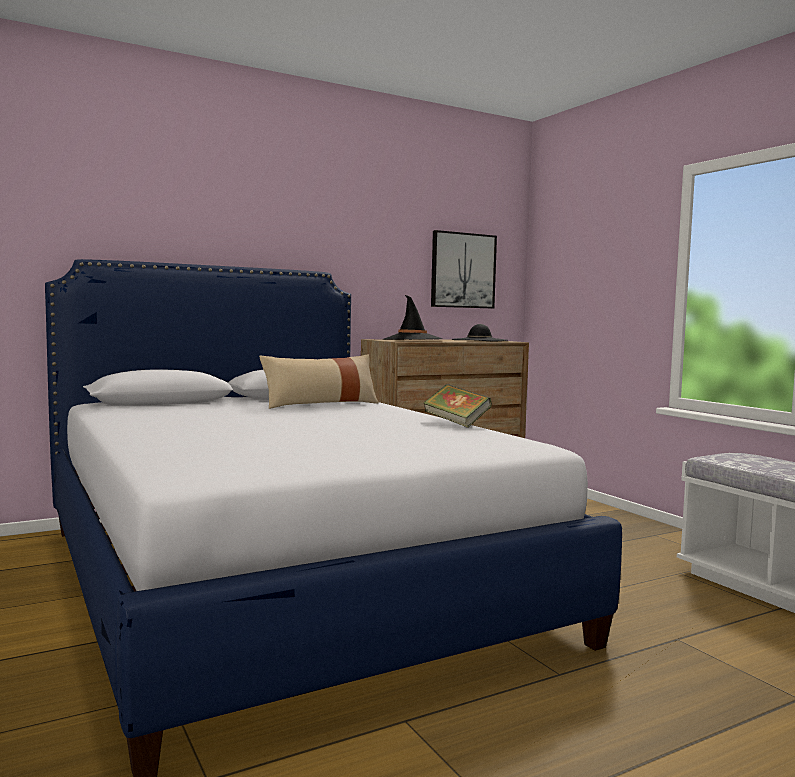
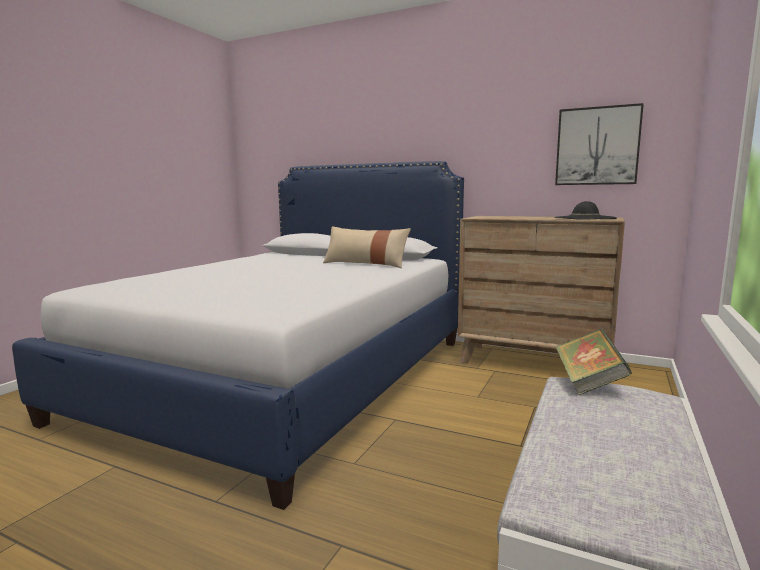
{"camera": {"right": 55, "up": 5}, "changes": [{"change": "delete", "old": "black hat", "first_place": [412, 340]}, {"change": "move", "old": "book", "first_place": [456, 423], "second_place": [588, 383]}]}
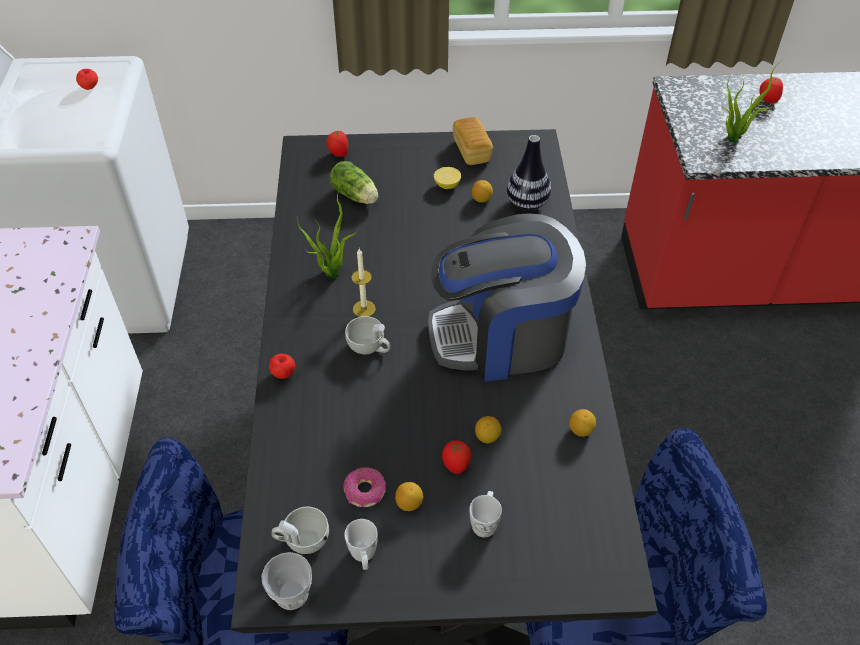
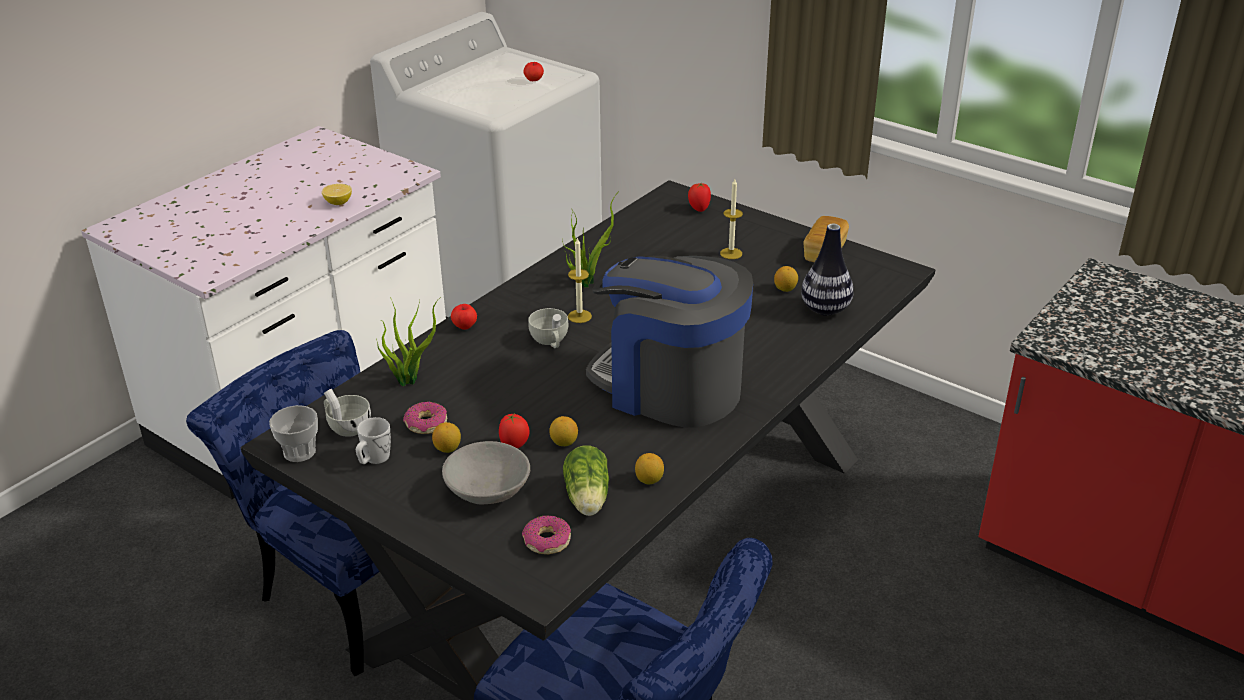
{"camera": {"right": 40, "up": -15}, "changes": [{"change": "move", "old": "lettuce", "first_place": [356, 196], "second_place": [587, 499]}, {"change": "move", "old": "lemon", "first_place": [447, 185], "second_place": [338, 202]}, {"change": "replace", "old": "white mug", "new": "grey bowl", "first_place": [485, 522], "second_place": [487, 491]}, {"change": "move", "old": "potted plant", "first_place": [733, 137], "second_place": [410, 380]}, {"change": "delete", "old": "tomato", "first_place": [767, 100]}, {"change": "insert", "new": "donut", "second_place": [547, 541]}, {"change": "insert", "new": "candle", "second_place": [731, 253]}]}
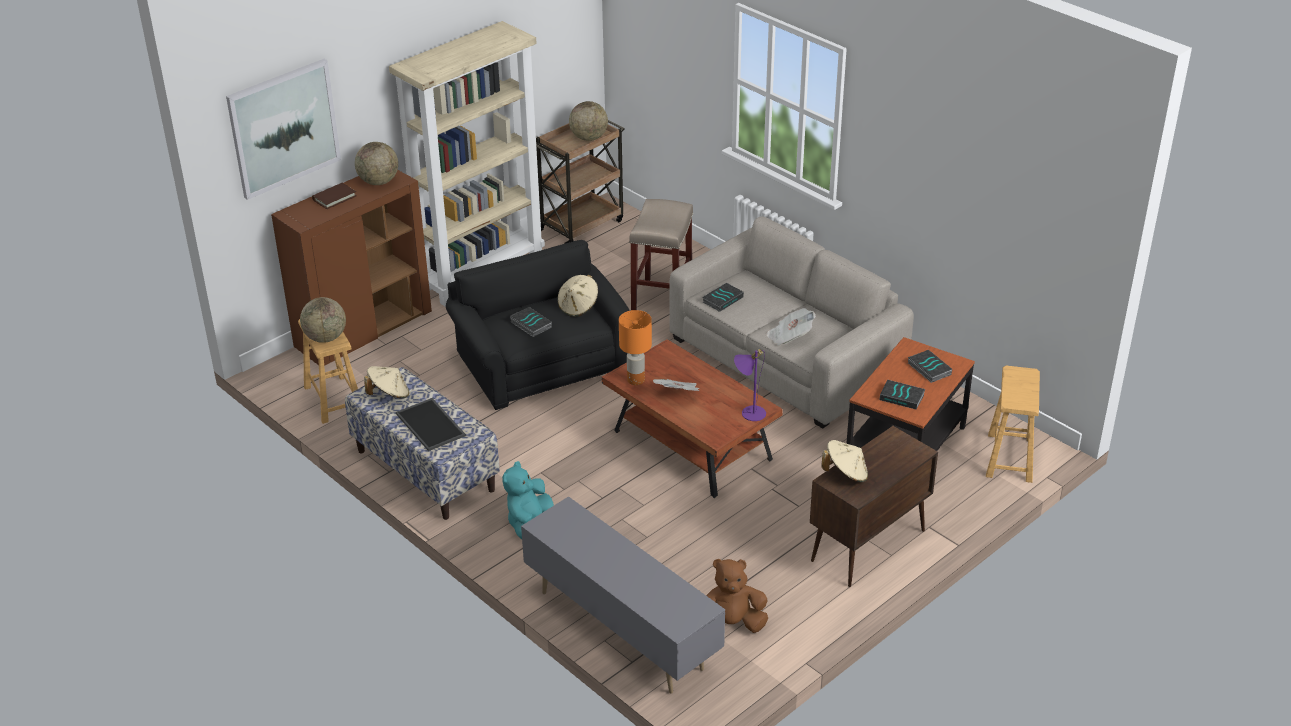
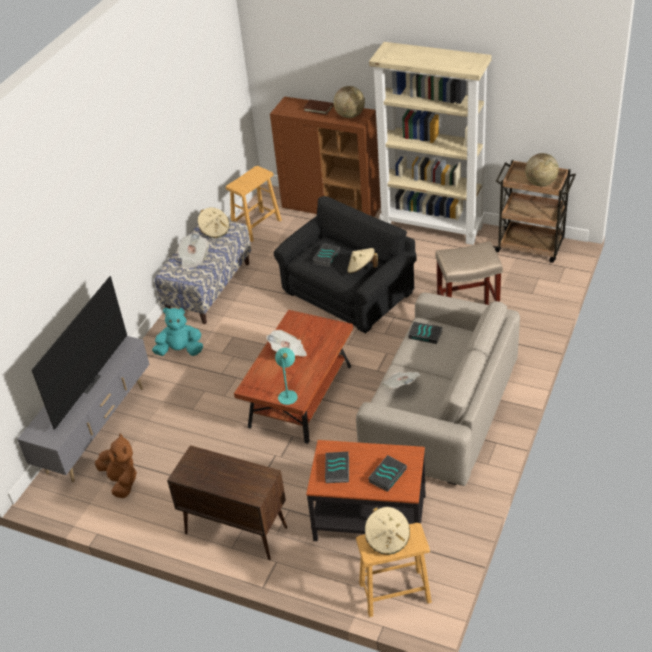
{"camera": {"right": 70, "up": 5}, "changes": [{"change": "delete", "old": "picture", "first_place": [284, 128]}, {"change": "delete", "old": "globe", "first_place": [325, 338]}, {"change": "replace", "old": "tray", "new": "newspaper", "first_place": [431, 424], "second_place": [193, 258]}, {"change": "delete", "old": "orange table lamp", "first_place": [636, 380]}, {"change": "recolor", "old": "purple table lamp", "new": "turquoise table lamp", "first_place": [749, 411], "second_place": [288, 394]}, {"change": "move", "old": "beige hat", "first_place": [846, 473], "second_place": [387, 539]}, {"change": "insert", "new": "television", "second_place": [87, 382]}]}
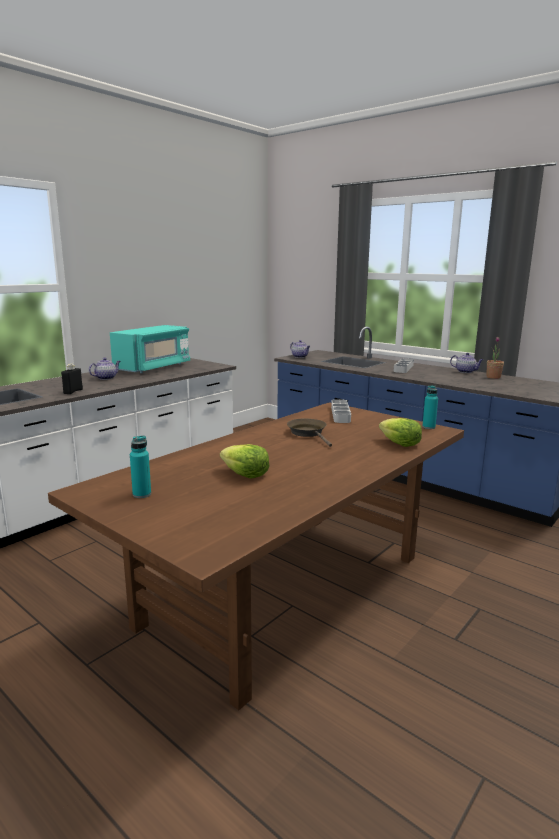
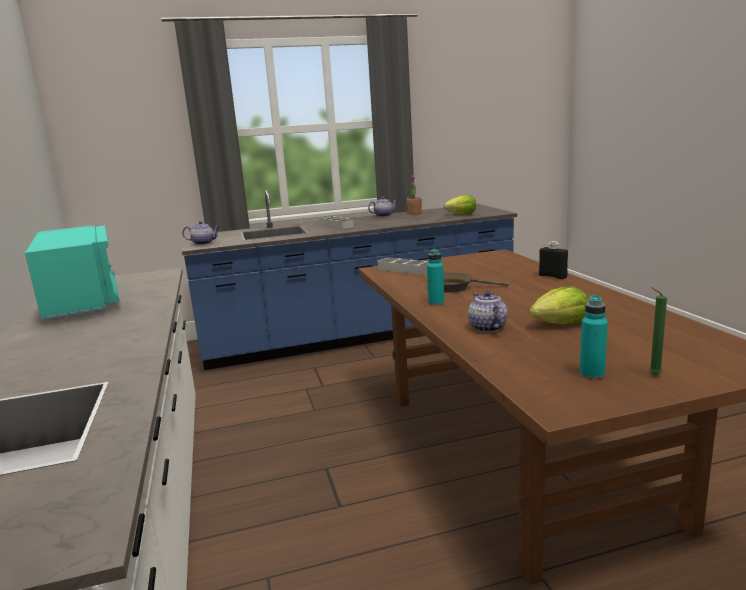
{"camera": {"right": -55, "up": 0}, "changes": [{"change": "move", "old": "black bottle", "first_place": [73, 391], "second_place": [552, 276]}, {"change": "move", "old": "teapot", "first_place": [106, 378], "second_place": [486, 327]}, {"change": "move", "old": "lettuce", "first_place": [399, 444], "second_place": [462, 214]}, {"change": "move", "old": "turquoise bottle", "first_place": [428, 427], "second_place": [436, 303]}, {"change": "insert", "new": "green candle", "second_place": [652, 374]}]}
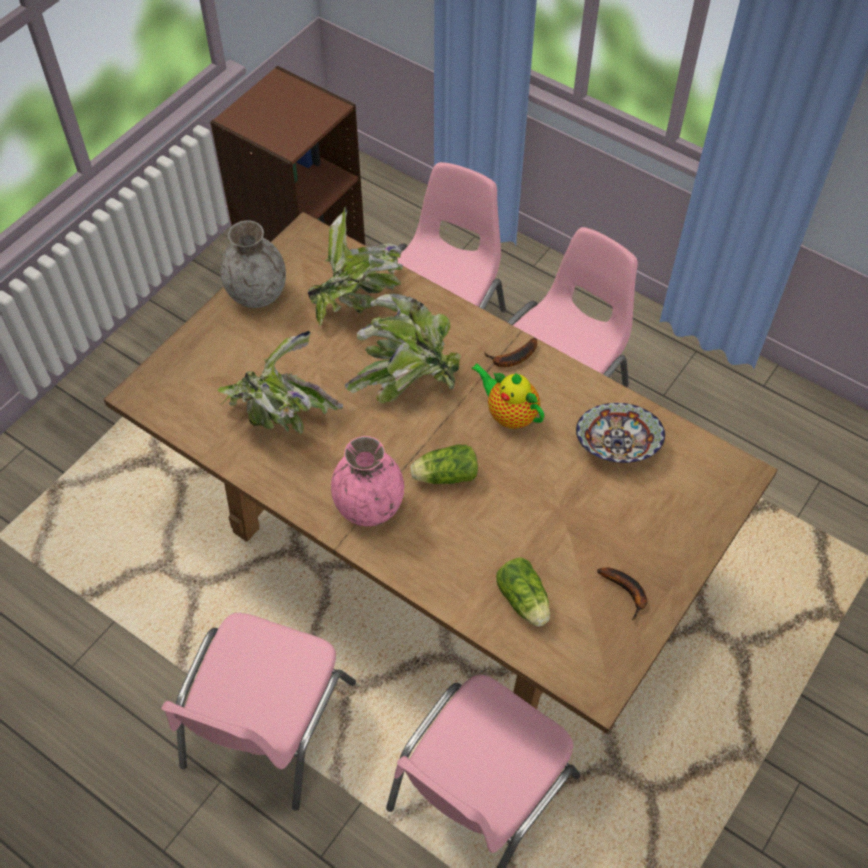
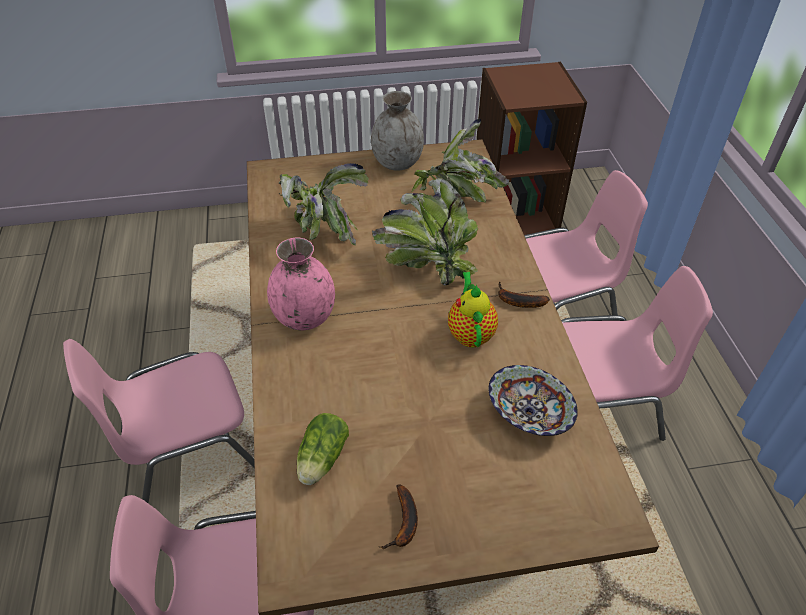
{"camera": {"right": 45, "up": -10}, "changes": [{"change": "delete", "old": "lettuce", "first_place": [443, 475]}]}
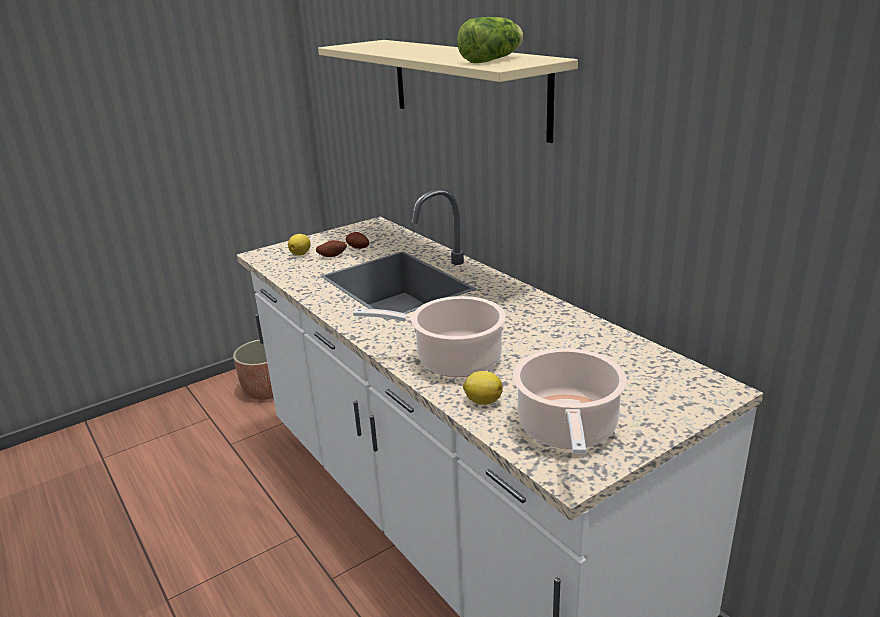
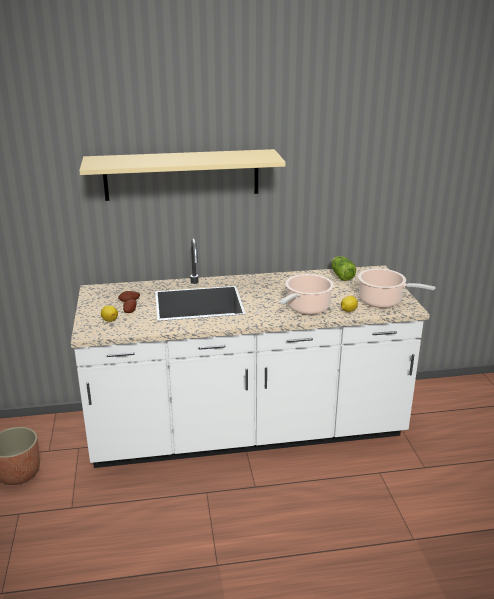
{"camera": {"right": -65, "up": 0}, "changes": [{"change": "move", "old": "lettuce", "first_place": [493, 60], "second_place": [341, 275]}]}
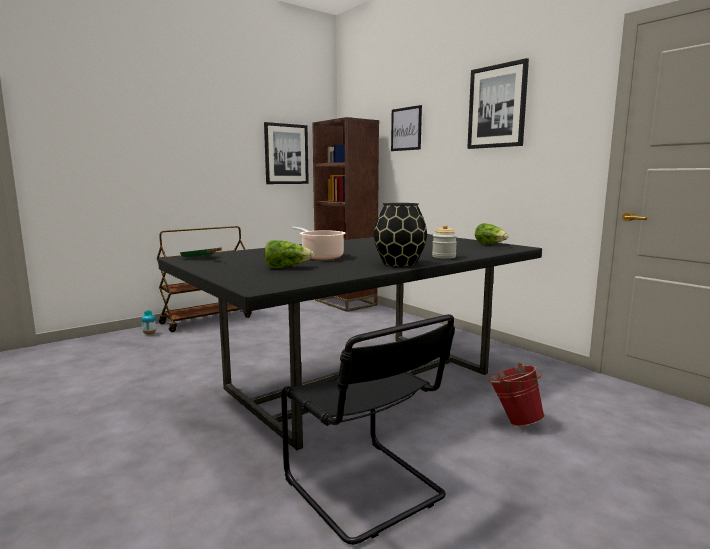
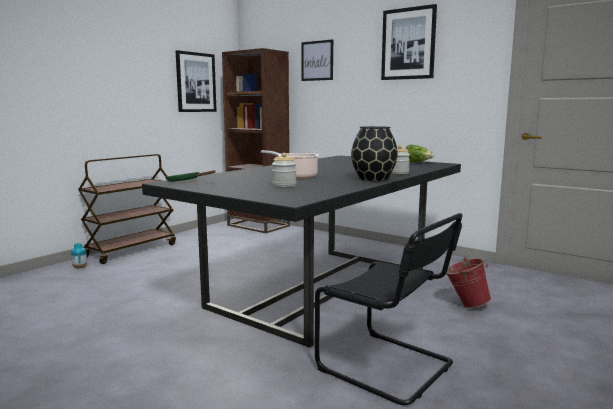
{"camera": {"right": -15, "up": 0}, "changes": [{"change": "replace", "old": "lettuce", "new": "jar", "first_place": [286, 267], "second_place": [284, 185]}]}
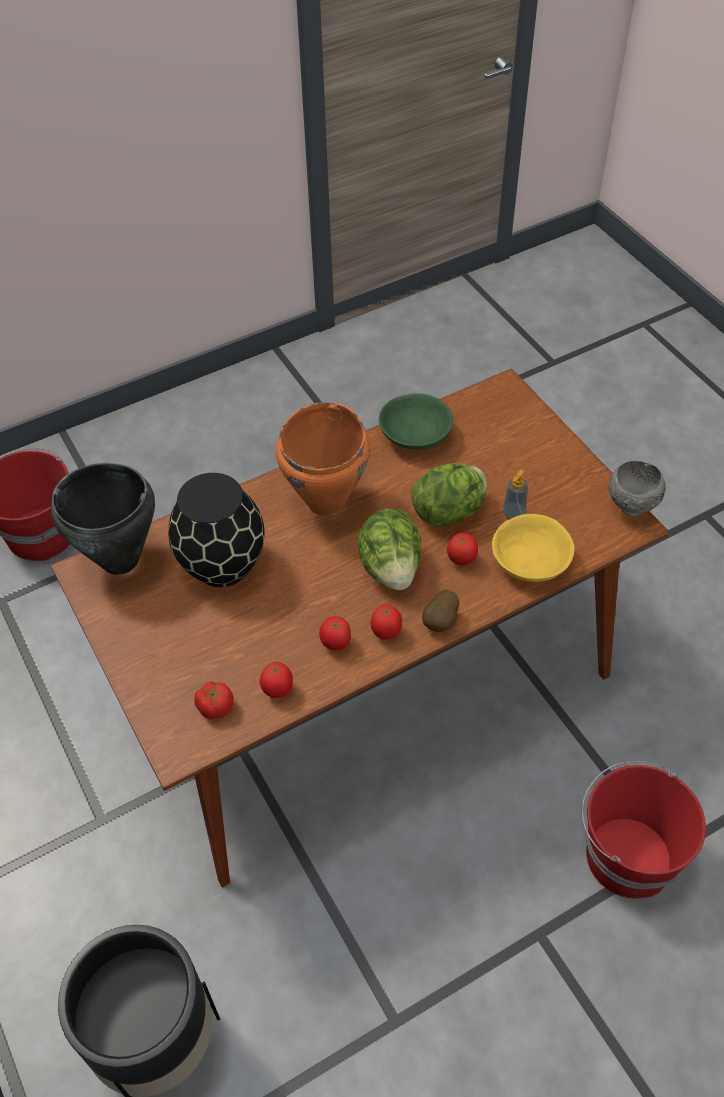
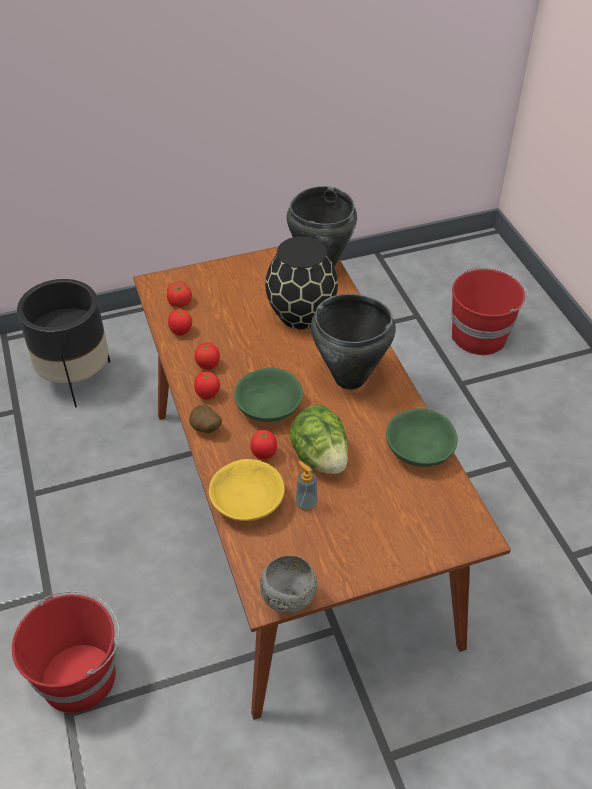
{"camera": {"right": 100, "up": -5}, "changes": [{"change": "recolor", "old": "orange cooking pot", "new": "black cooking pot", "first_place": [327, 502], "second_place": [350, 379]}, {"change": "replace", "old": "lettuce", "new": "green bowl", "first_place": [390, 567], "second_place": [269, 407]}]}
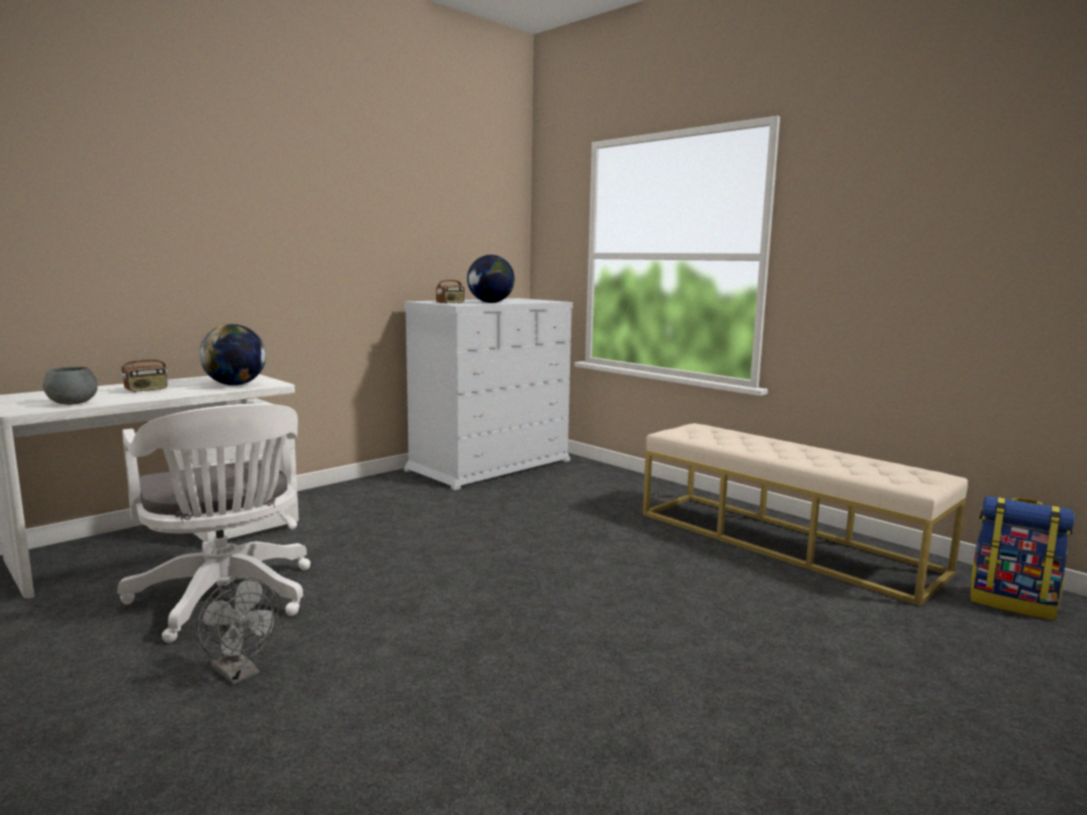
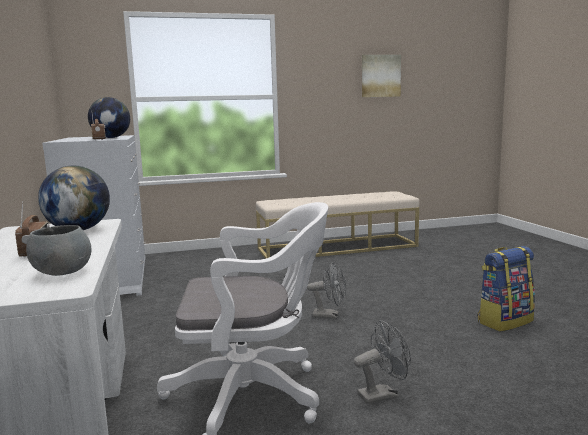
{"camera": {"right": -60, "up": 0}, "changes": [{"change": "move", "old": "backpack", "first_place": [1012, 603], "second_place": [504, 321]}, {"change": "insert", "new": "grey fan", "second_place": [330, 315]}, {"change": "insert", "new": "picture", "second_place": [380, 76]}]}
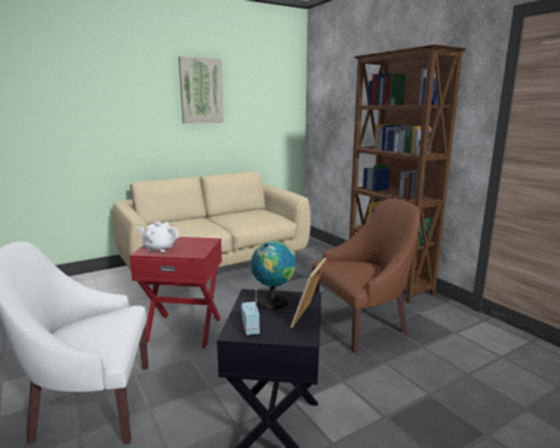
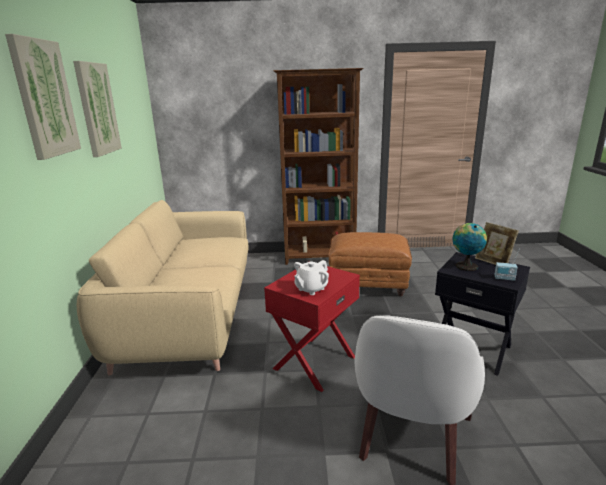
{"camera": {"right": -60, "up": 5}, "changes": [{"change": "replace", "old": "brown armchair", "new": "brown ottoman", "first_place": [362, 323], "second_place": [368, 284]}, {"change": "insert", "new": "picture", "second_place": [44, 98]}]}
